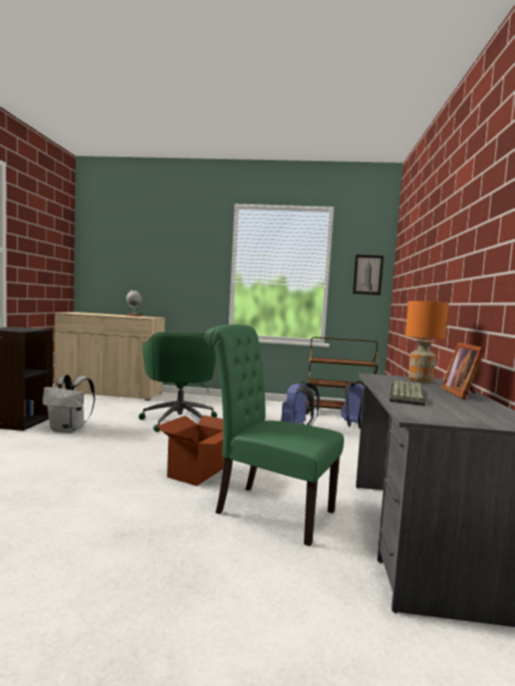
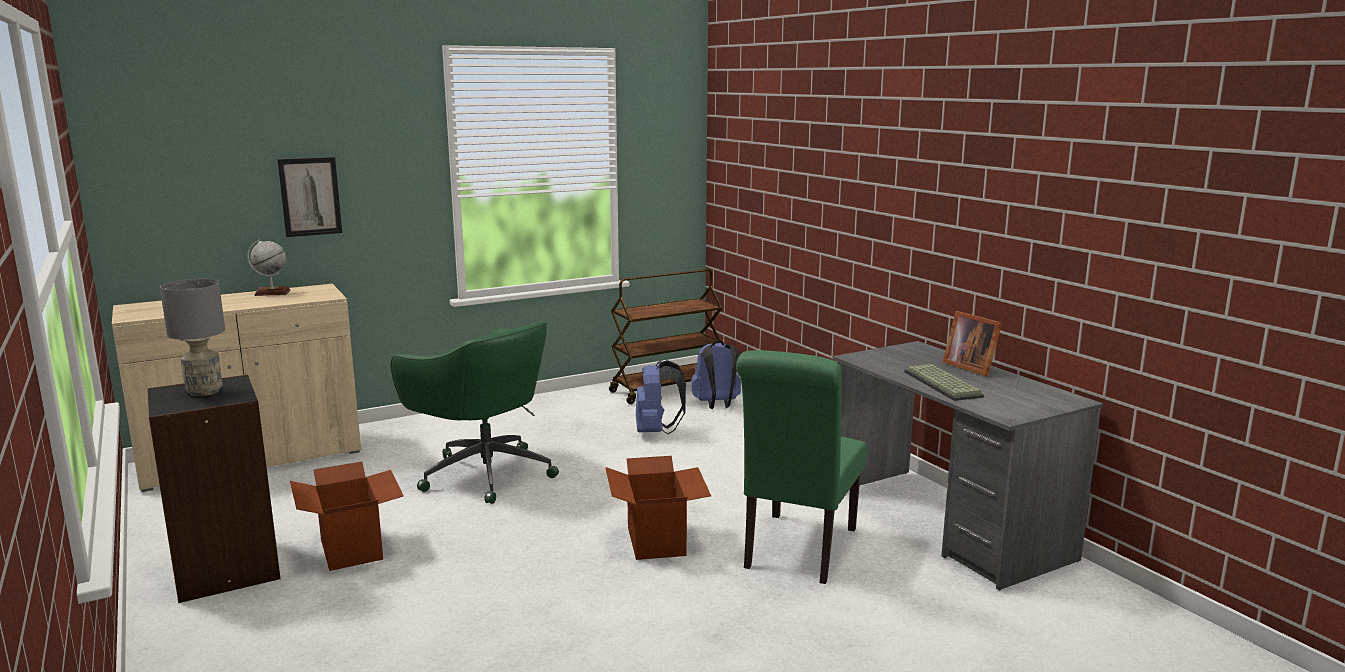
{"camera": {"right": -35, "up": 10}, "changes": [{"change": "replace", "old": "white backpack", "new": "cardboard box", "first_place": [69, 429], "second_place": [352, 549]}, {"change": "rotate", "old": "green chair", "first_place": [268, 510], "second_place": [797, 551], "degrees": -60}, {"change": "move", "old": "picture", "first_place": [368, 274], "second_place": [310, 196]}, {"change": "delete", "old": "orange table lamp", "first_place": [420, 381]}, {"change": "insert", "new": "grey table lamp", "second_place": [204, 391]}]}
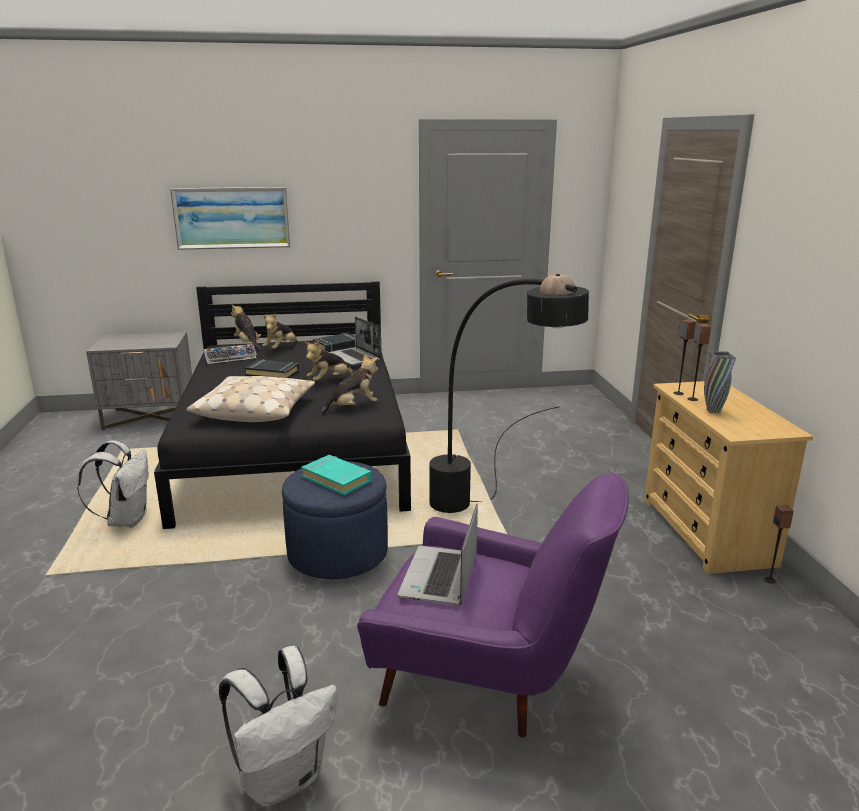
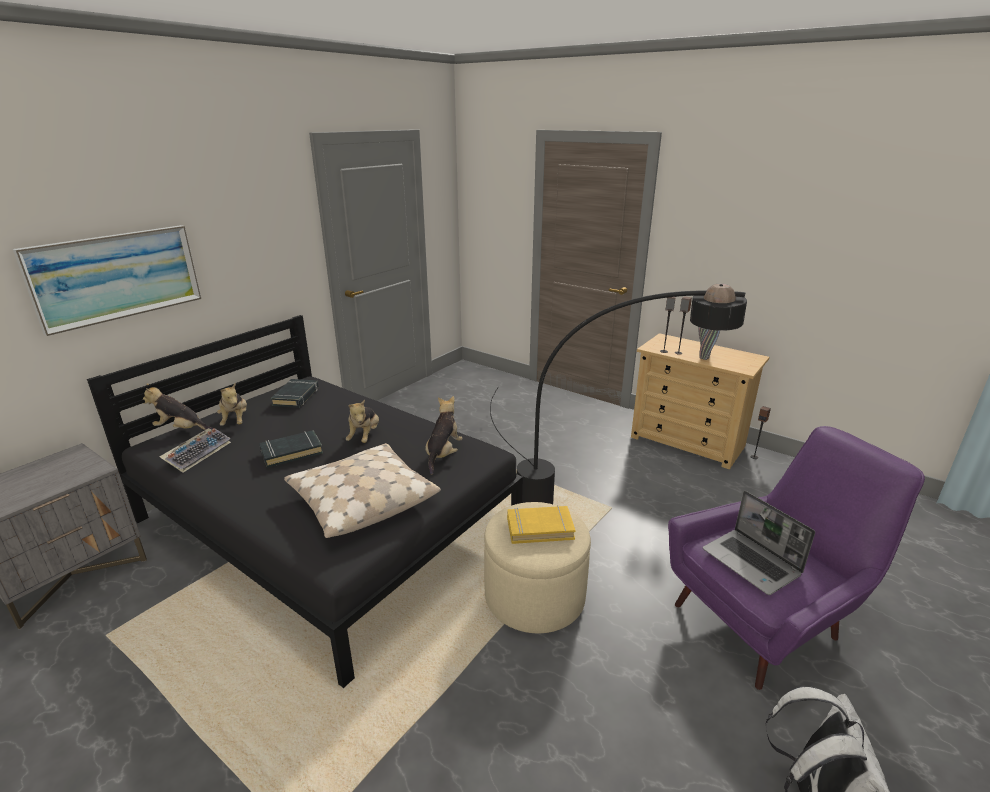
{"camera": {"right": -45, "up": 5}, "changes": [{"change": "delete", "old": "white backpack", "first_place": [126, 520]}, {"change": "recolor", "old": "blue ottoman", "new": "beige ottoman", "first_place": [338, 553], "second_place": [534, 596]}, {"change": "recolor", "old": "turquoise book", "new": "yellow book", "first_place": [337, 479], "second_place": [540, 528]}, {"change": "delete", "old": "laptop", "first_place": [355, 357]}]}
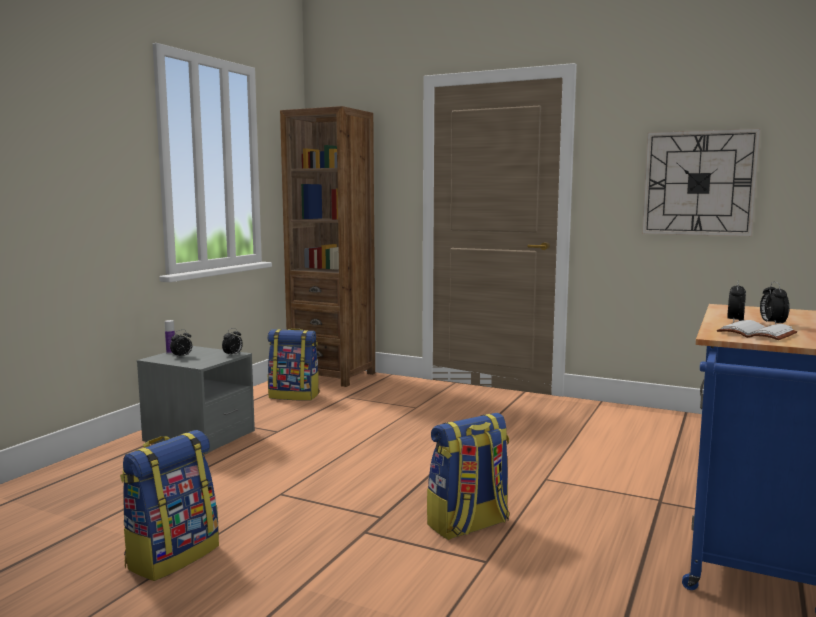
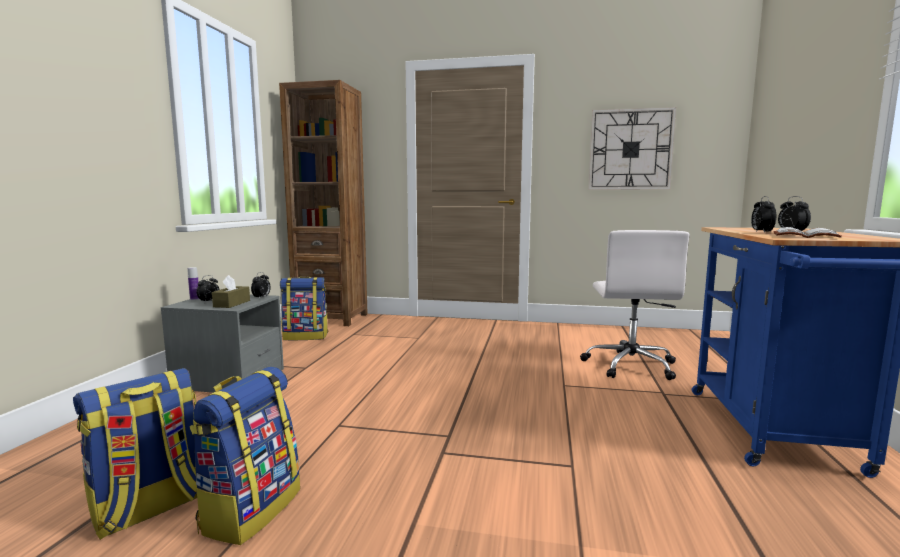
{"camera": {"right": -15, "up": 0}, "changes": [{"change": "move", "old": "backpack", "first_place": [468, 525], "second_place": [149, 509]}, {"change": "insert", "new": "brown tissue box", "second_place": [232, 304]}, {"change": "insert", "new": "white office chair", "second_place": [630, 365]}]}
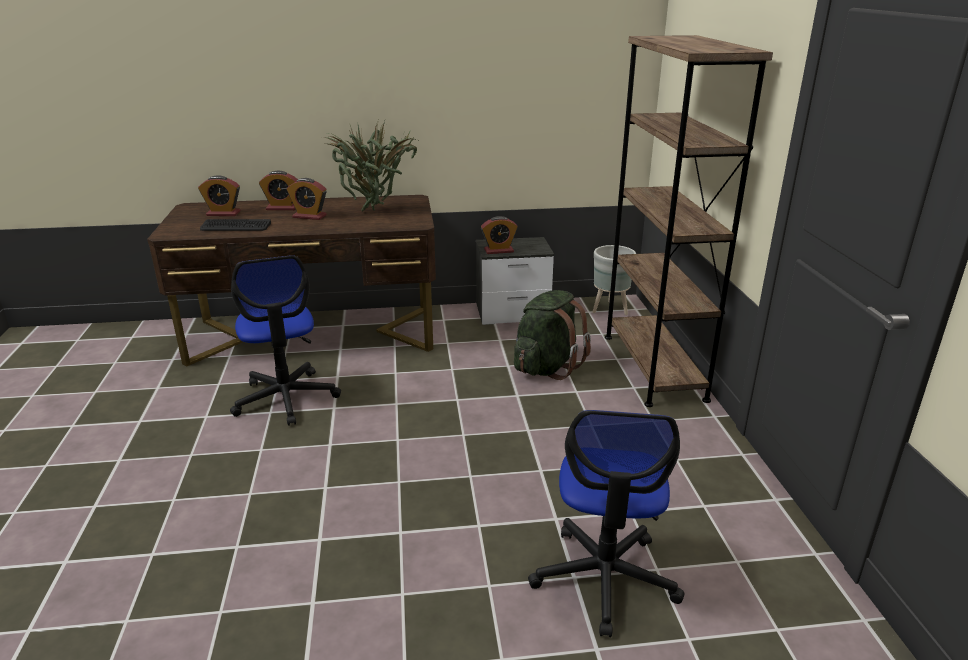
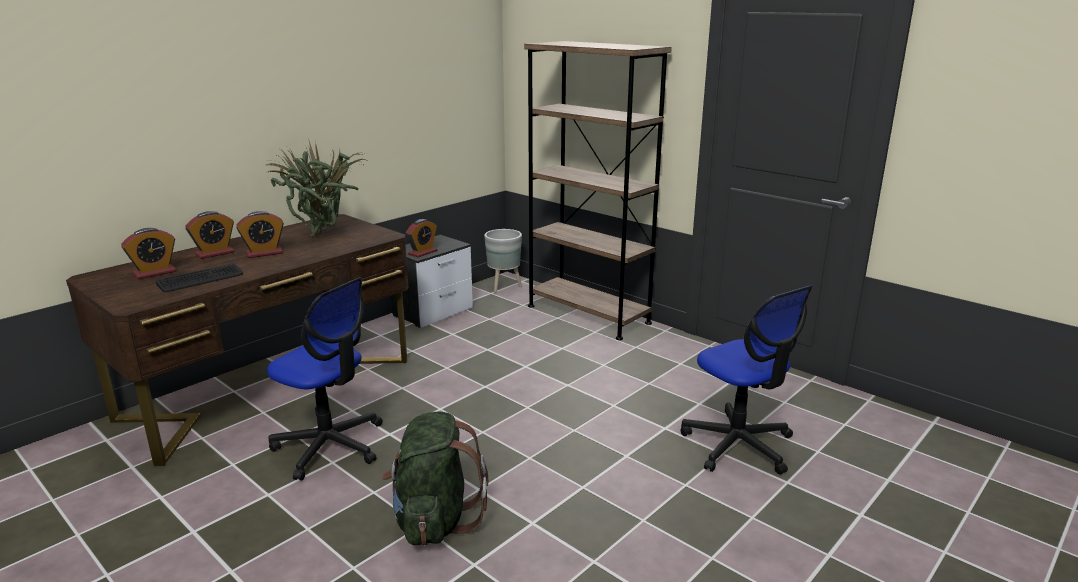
{"camera": {"right": -40, "up": -5}, "changes": [{"change": "move", "old": "green backpack", "first_place": [547, 367], "second_place": [435, 520]}]}
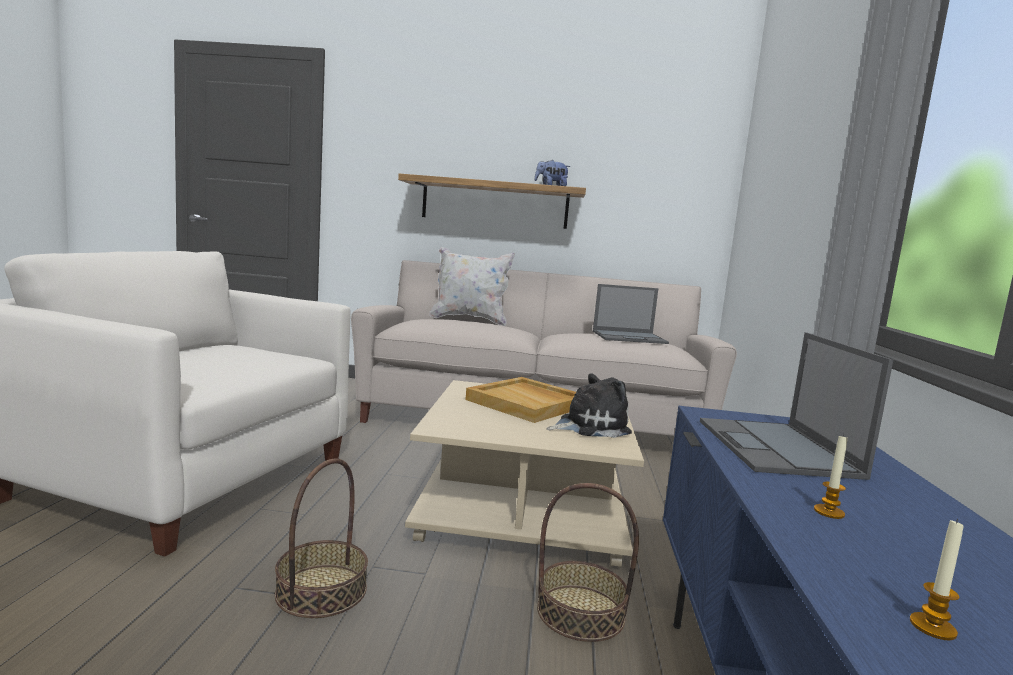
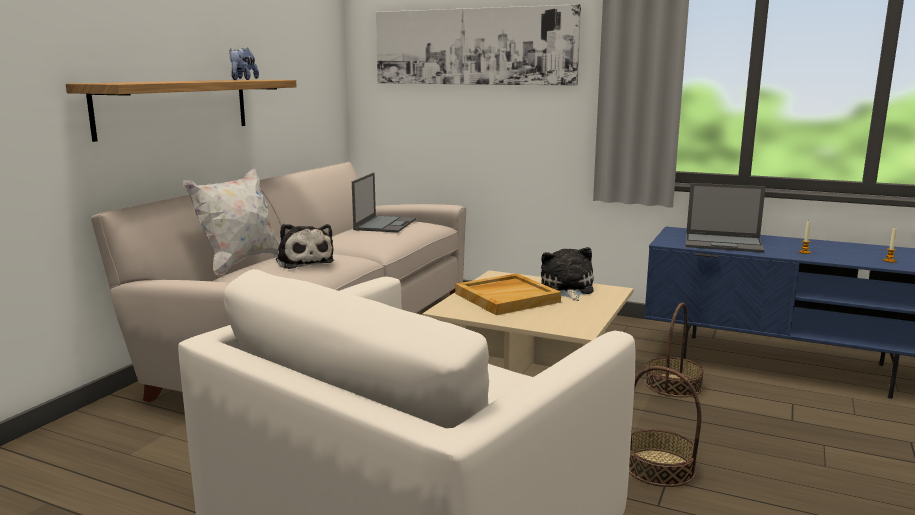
{"camera": {"right": -70, "up": 5}, "changes": [{"change": "insert", "new": "plush toy", "second_place": [304, 261]}, {"change": "insert", "new": "picture", "second_place": [473, 46]}]}
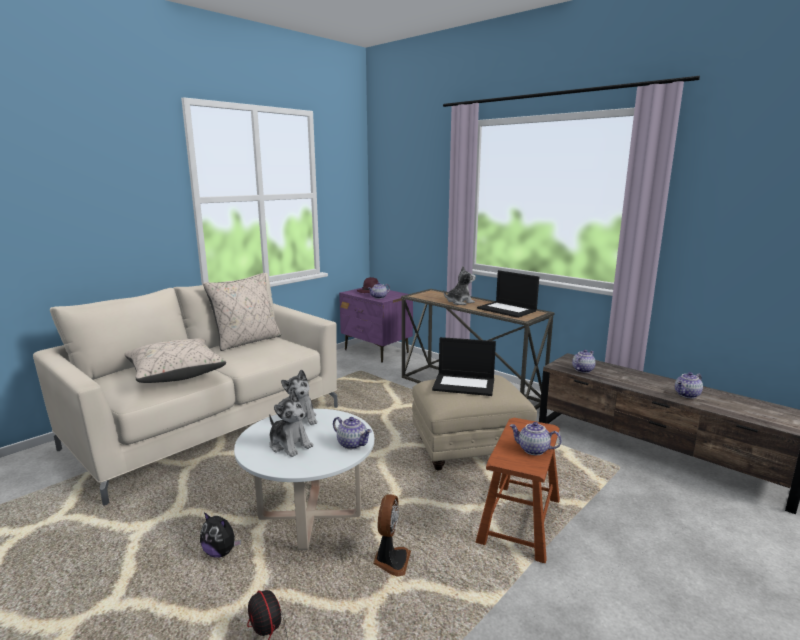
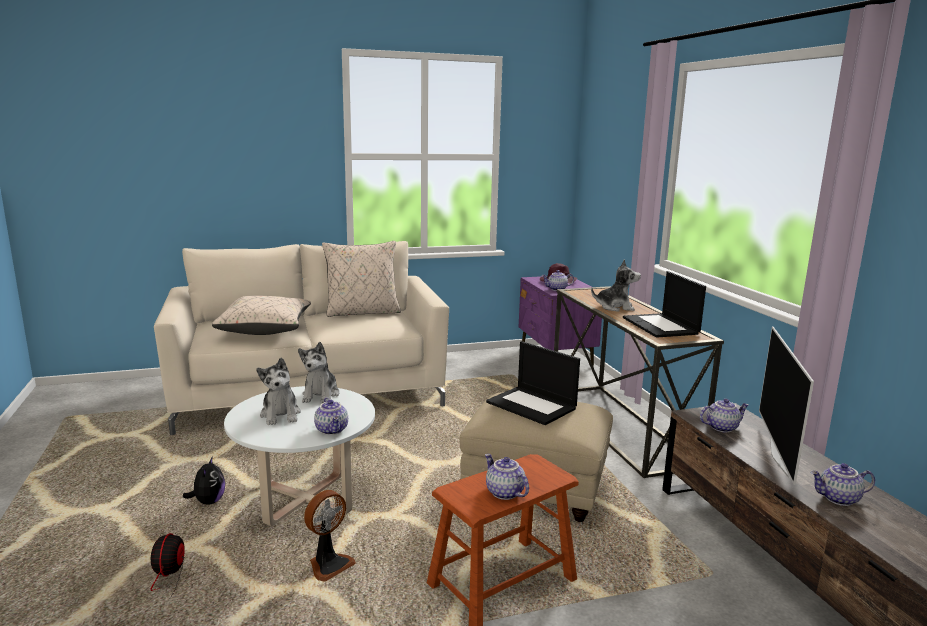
{"camera": {"right": 30, "up": 0}, "changes": [{"change": "rotate", "old": "plush toy", "first_place": [221, 552], "second_place": [208, 502], "degrees": -150}, {"change": "insert", "new": "television", "second_place": [780, 457]}]}
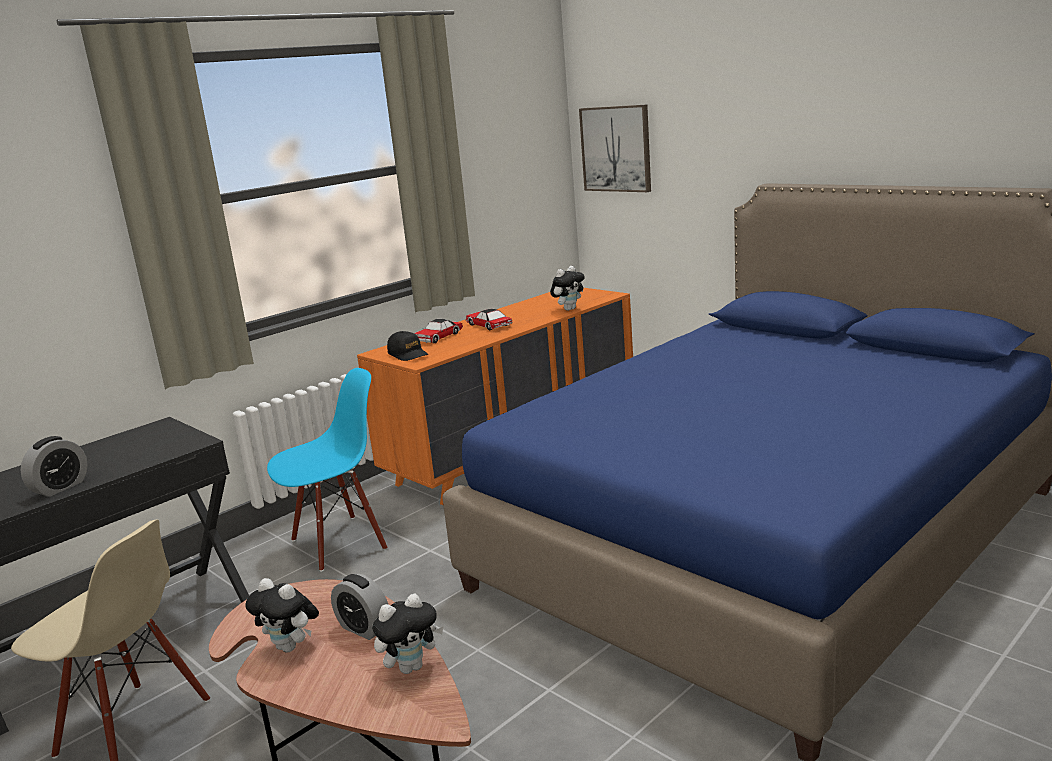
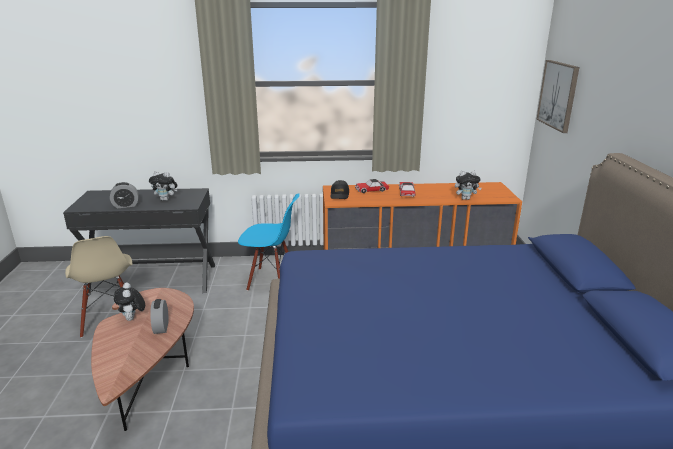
{"camera": {"right": 40, "up": 5}, "changes": [{"change": "move", "old": "plush toy", "first_place": [411, 667], "second_place": [166, 199]}]}
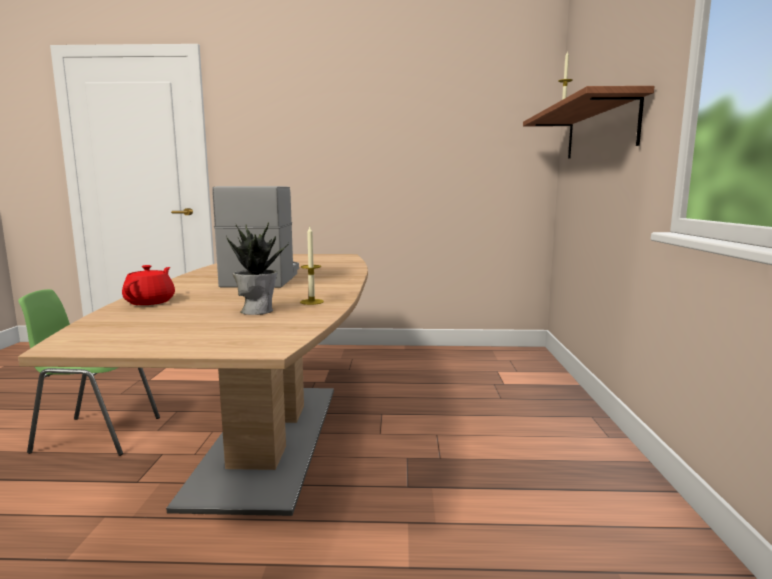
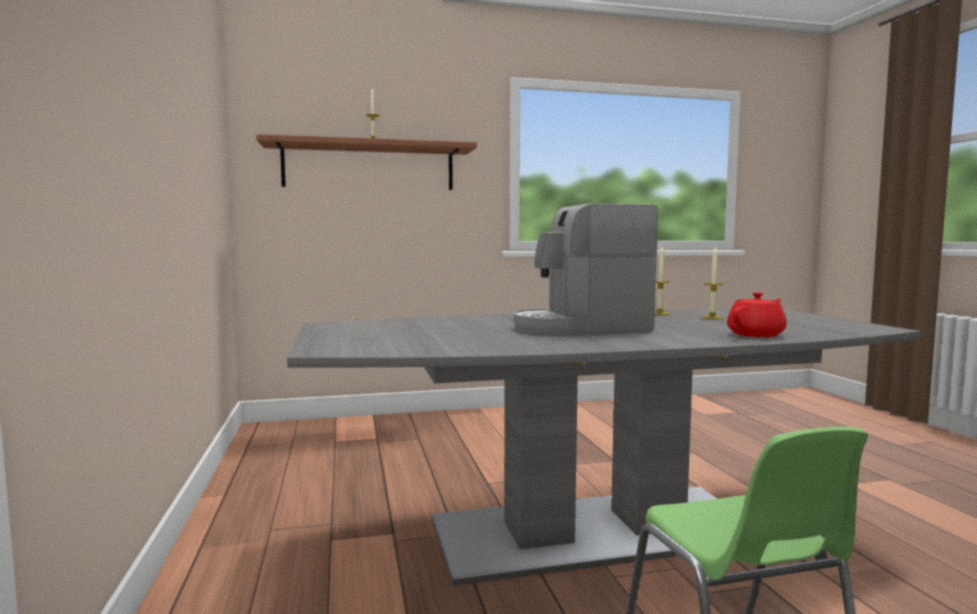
{"camera": {"right": -105, "up": -5}, "changes": [{"change": "recolor", "old": "brown dining table", "new": "grey dining table", "first_place": [270, 438], "second_place": [594, 531]}, {"change": "rotate", "old": "red teapot", "first_place": [151, 302], "second_place": [756, 335], "degrees": 150}, {"change": "replace", "old": "potted plant", "new": "candle", "first_place": [257, 310], "second_place": [712, 317]}]}
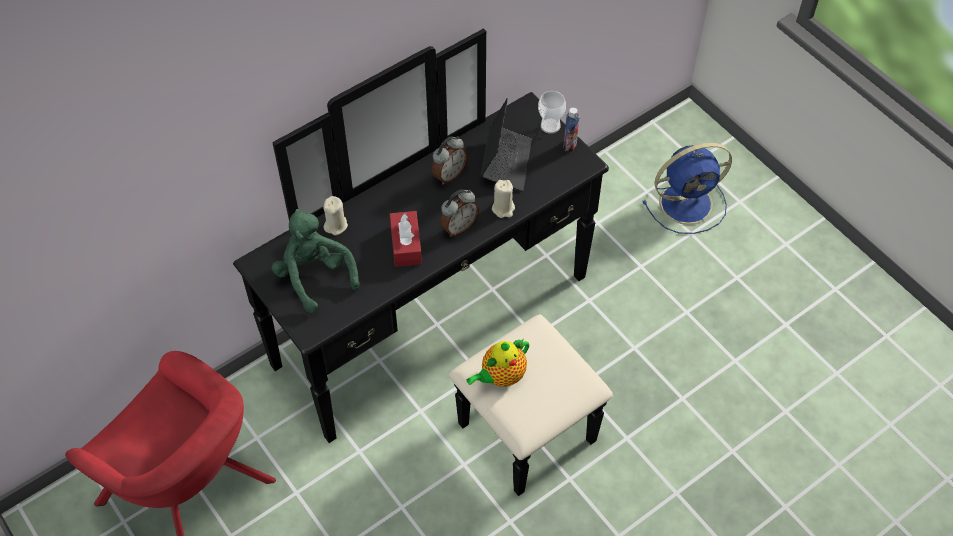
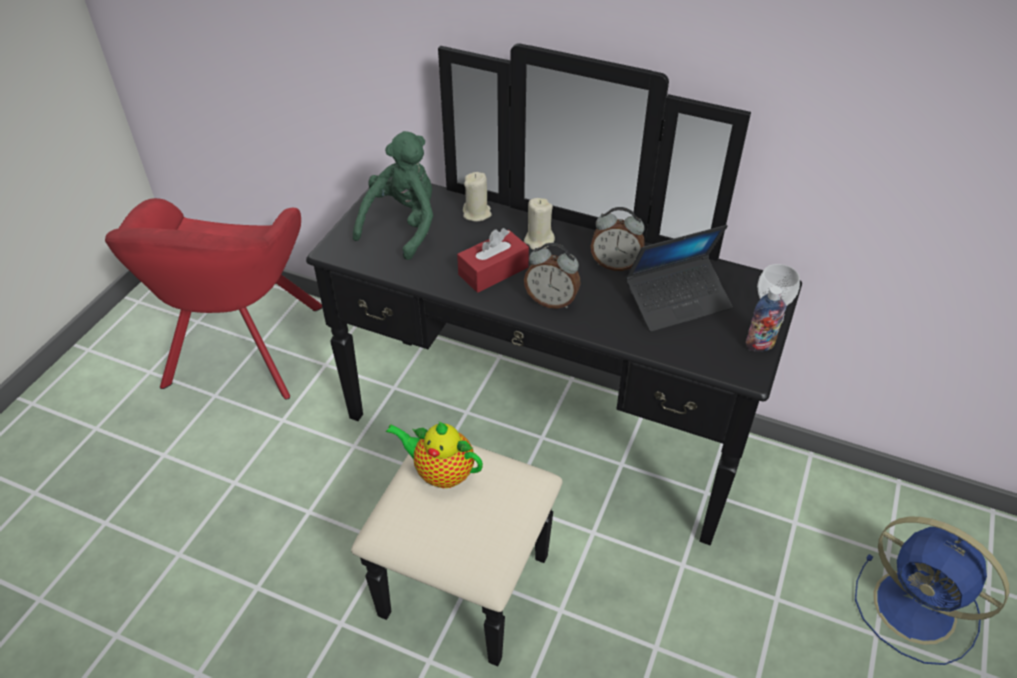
{"camera": {"right": 60, "up": -10}, "changes": [{"change": "move", "old": "beige candle", "first_place": [503, 208], "second_place": [538, 240]}]}
